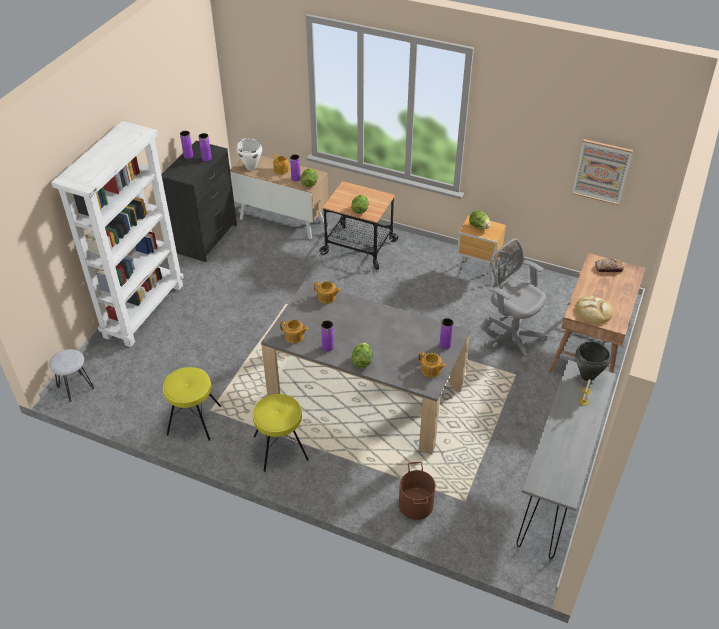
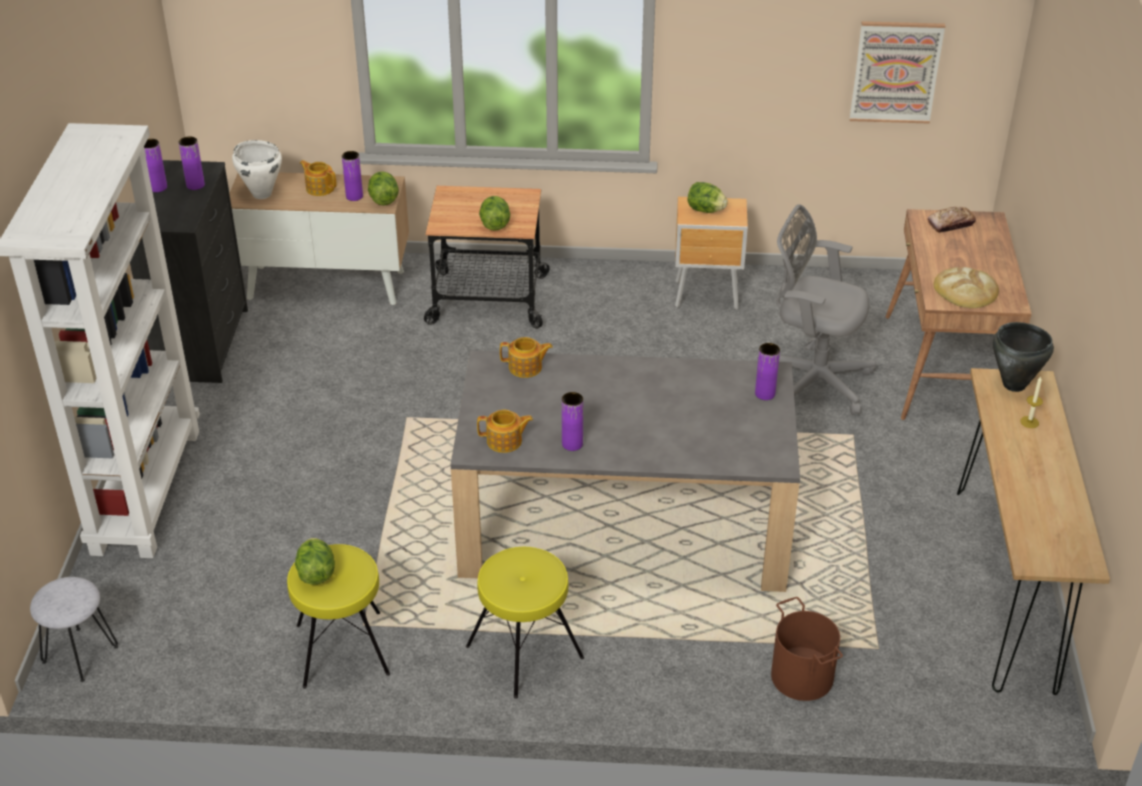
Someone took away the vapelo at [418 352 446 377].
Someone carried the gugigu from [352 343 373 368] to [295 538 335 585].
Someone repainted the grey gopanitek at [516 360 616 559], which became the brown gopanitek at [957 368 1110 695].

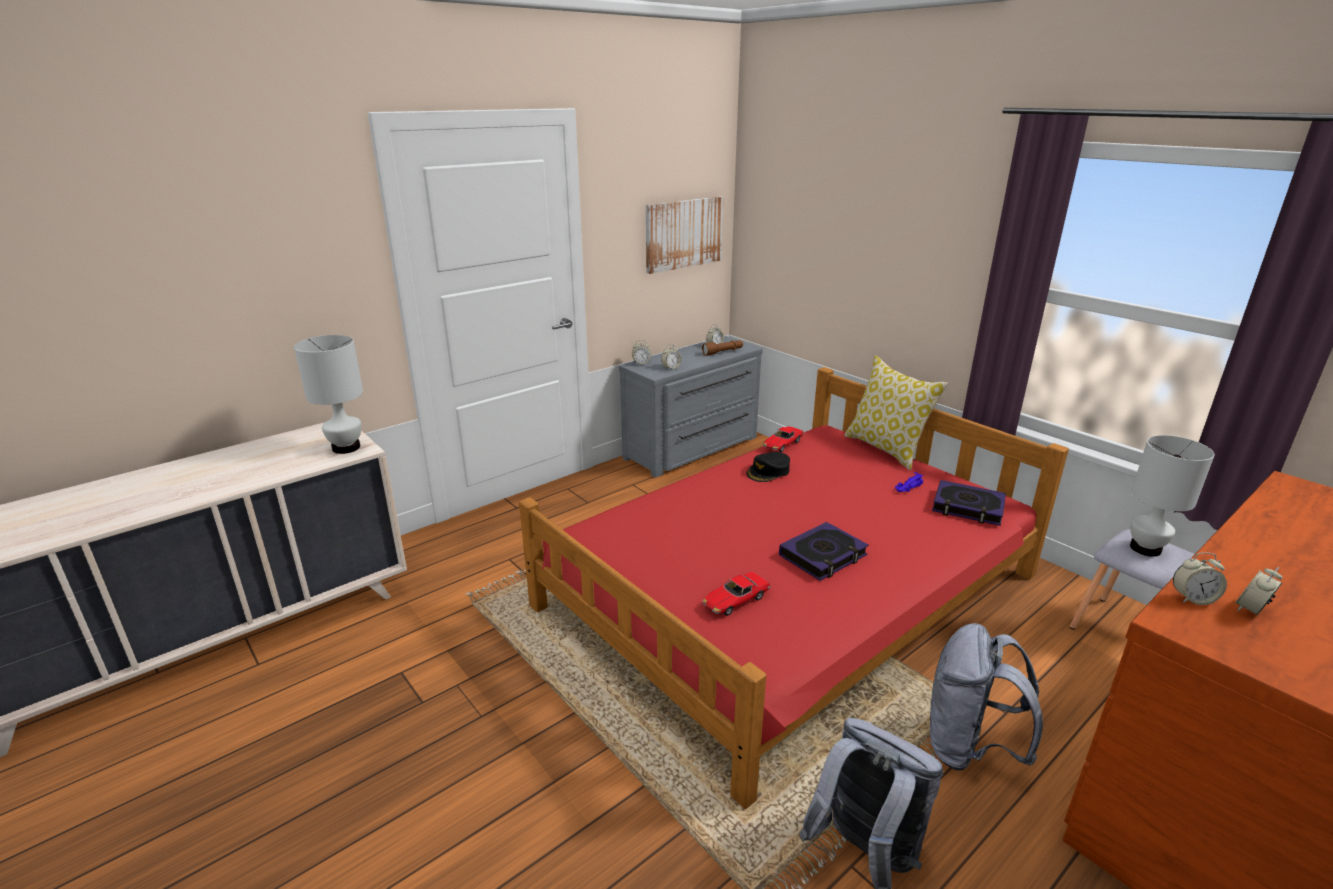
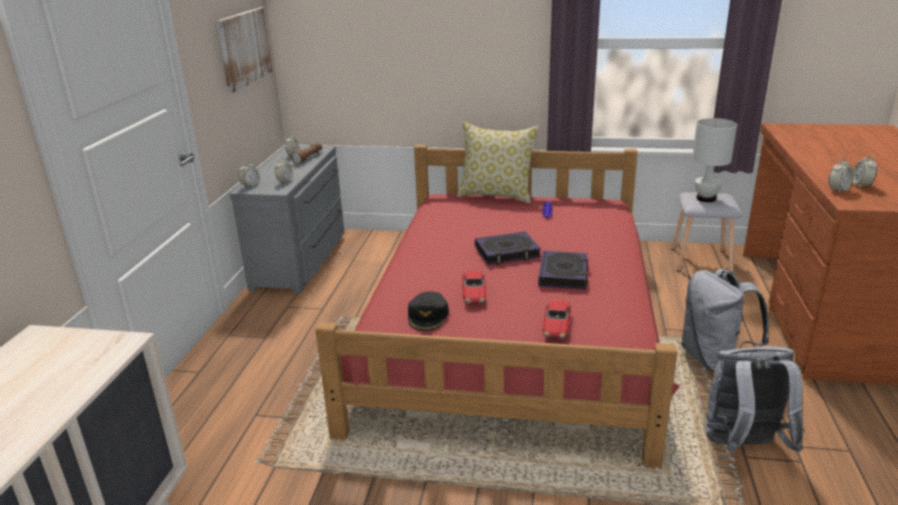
Someone took away the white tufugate at [294 335 363 454].
Someone carried the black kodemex from [746 452 790 482] to [408 291 449 331].
Someone carried the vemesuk from [763 426 804 452] to [462 271 486 303].
Someone carried the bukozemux from [932 480 1006 526] to [475 231 541 265].

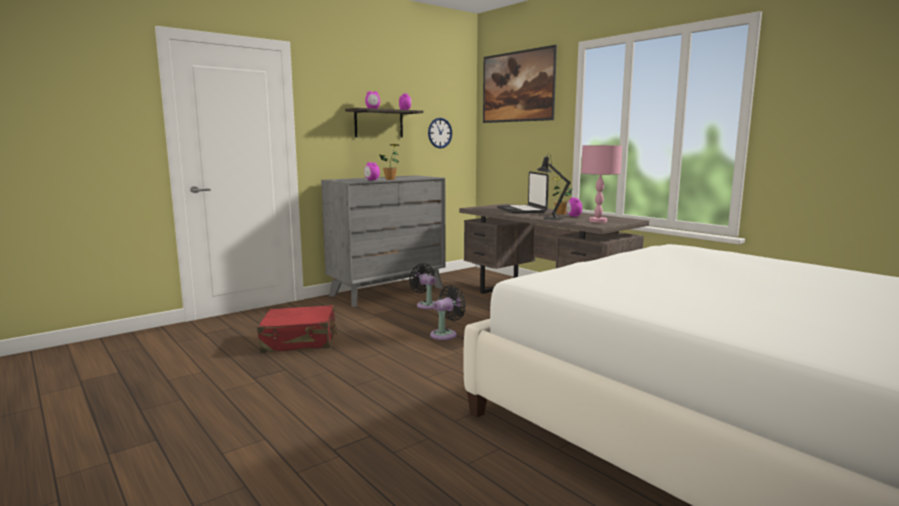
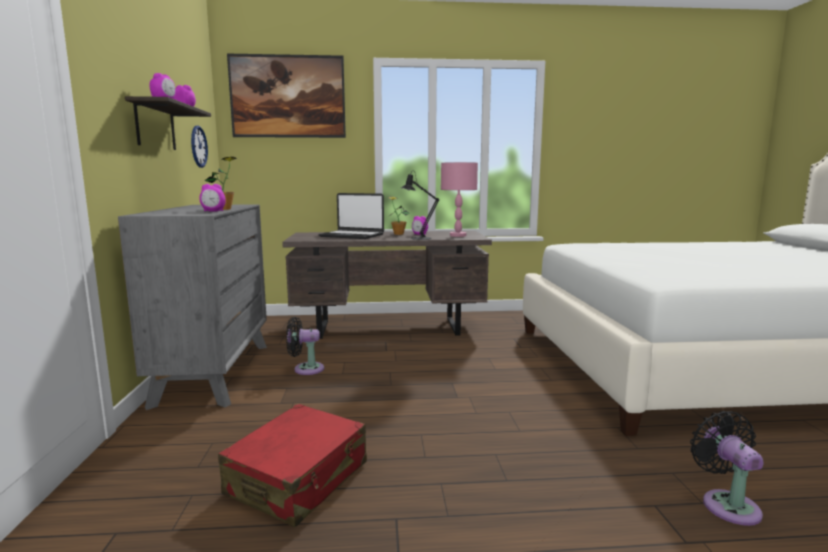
Someone carried the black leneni from [430 285 466 340] to [690 411 764 526].

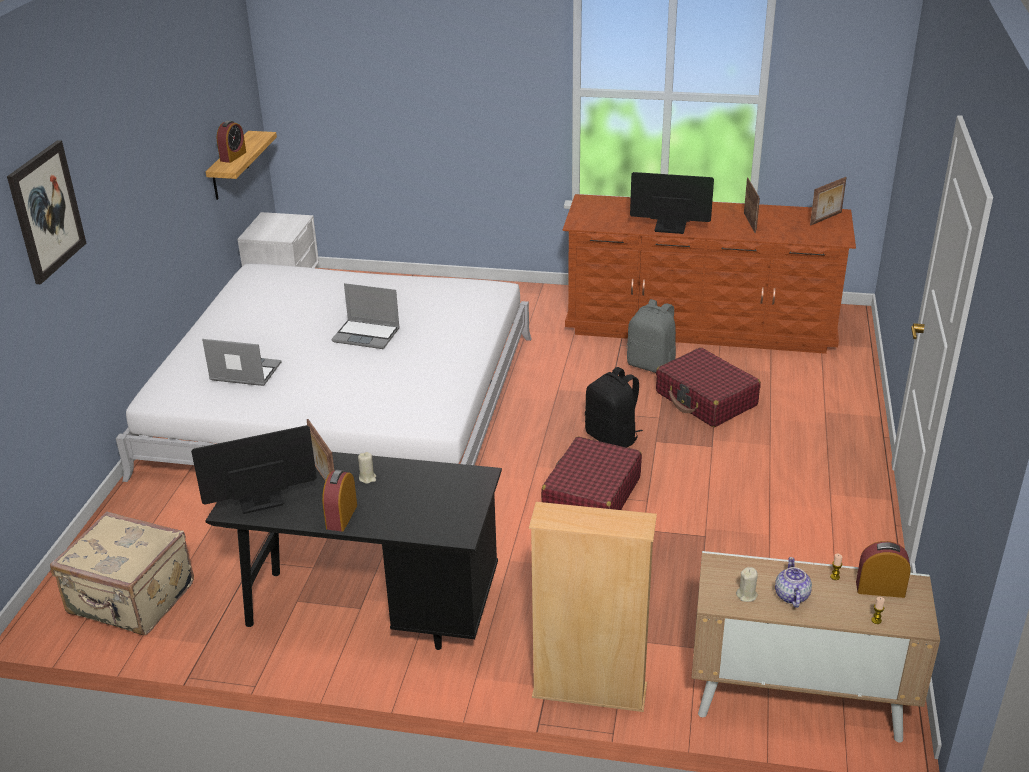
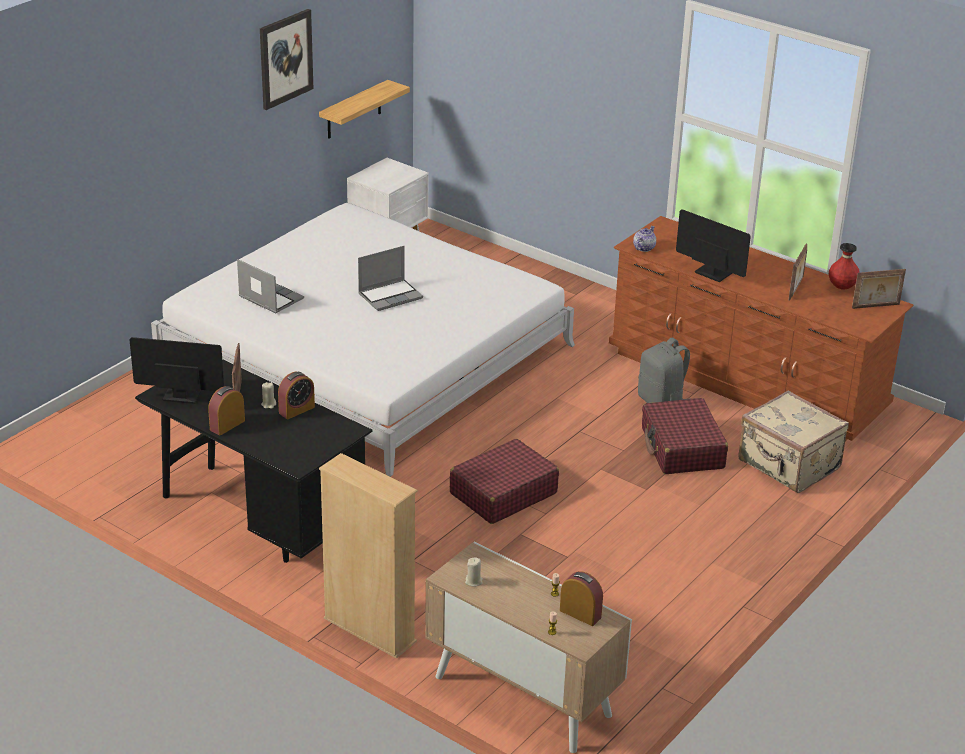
Someone took away the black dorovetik at [585 367 643 448].
Someone put down the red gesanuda at [829 243 860 289].
Someone carried the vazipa from [7 140 86 284] to [260 9 313 110].
Someone carried the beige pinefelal from [50 512 194 635] to [738 390 849 493].
Someone carried the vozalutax from [217 120 246 163] to [278 372 315 419].
Someone carried the vapelo from [775 557 812 608] to [633 226 656 252].
Someone rotated the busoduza at [331 283 400 349] by 75 degrees counterclockwise.

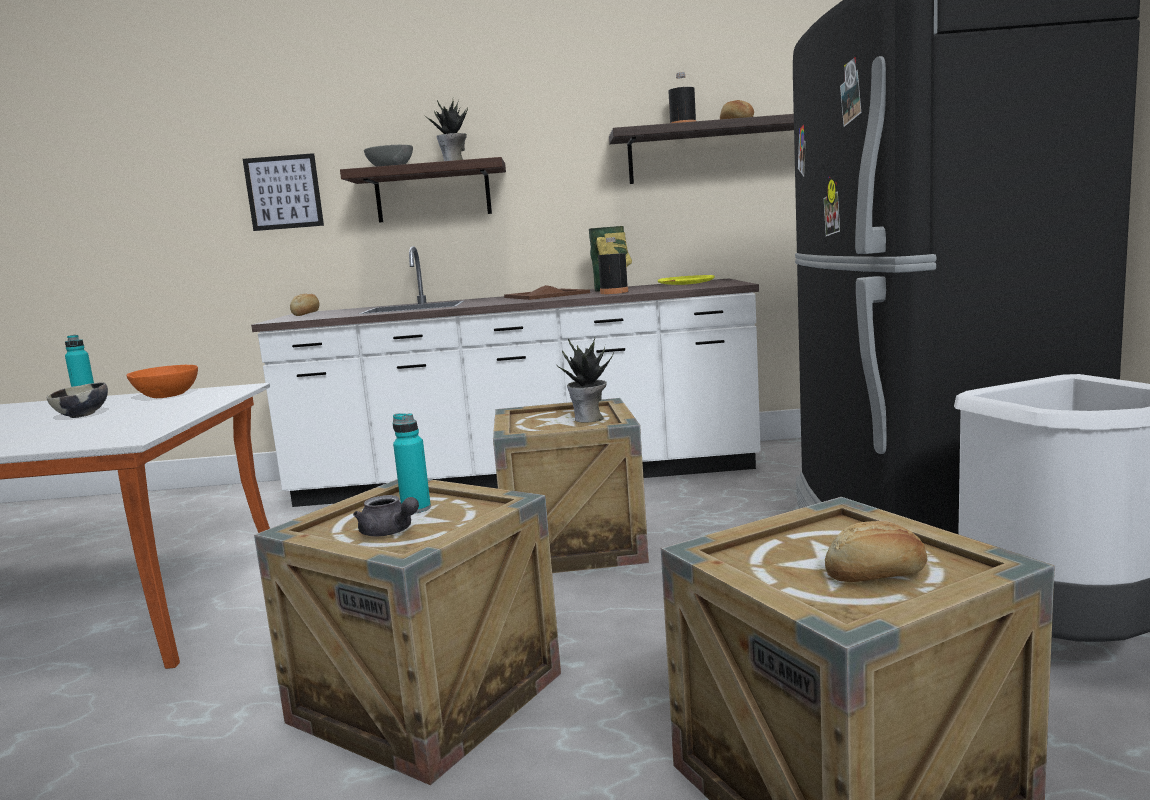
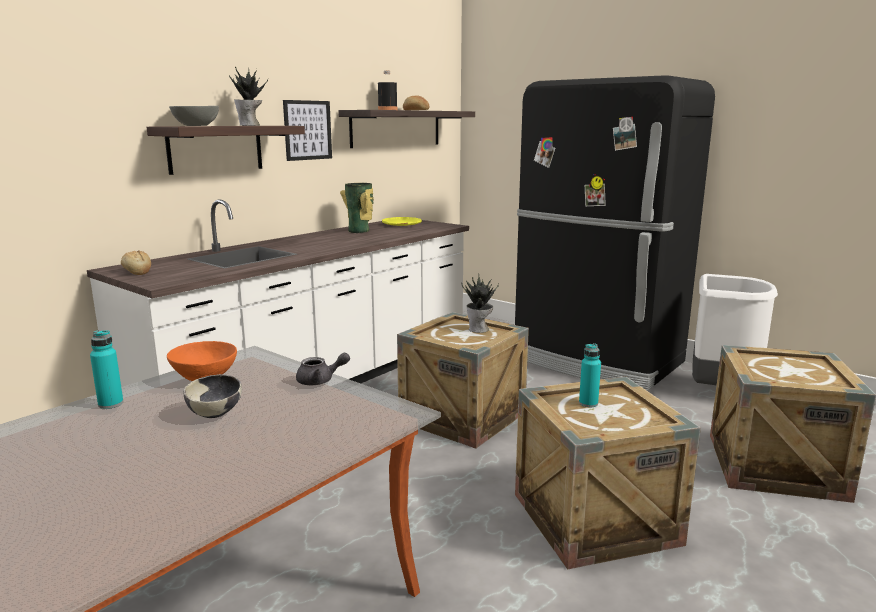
Someone took away the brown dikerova at [504 285 590 300].
Someone took away the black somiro at [598 237 628 294].
Someone took away the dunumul at [825 521 927 582].
Someone carried the vazipa from [243 153 324 231] to [283 100 332 161].
Someone carried the grey vapelo from [353 495 419 536] to [296 353 350 385].

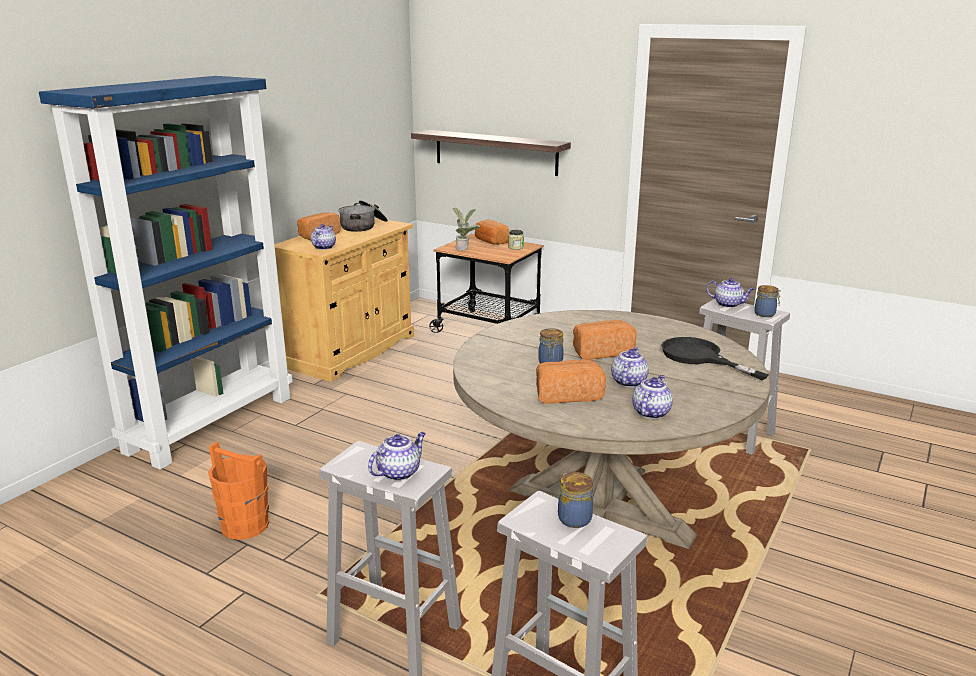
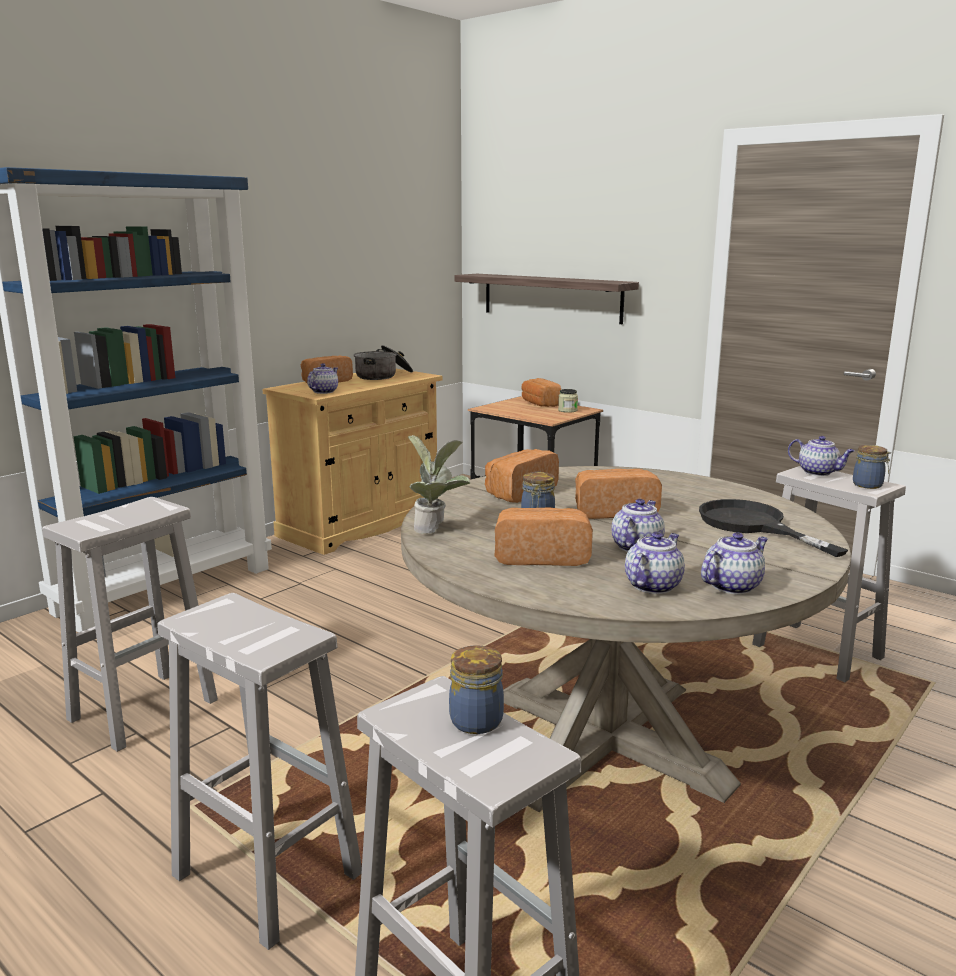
Someone put down the dunumul at [485 449 559 503].
Someone carried the vapelo from [368 432 426 481] to [701 532 768 594].
Someone carried the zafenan from [453 208 480 251] to [408 435 470 534].
Someone swapped the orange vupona at [208 442 269 540] for the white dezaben at [42 497 218 752].

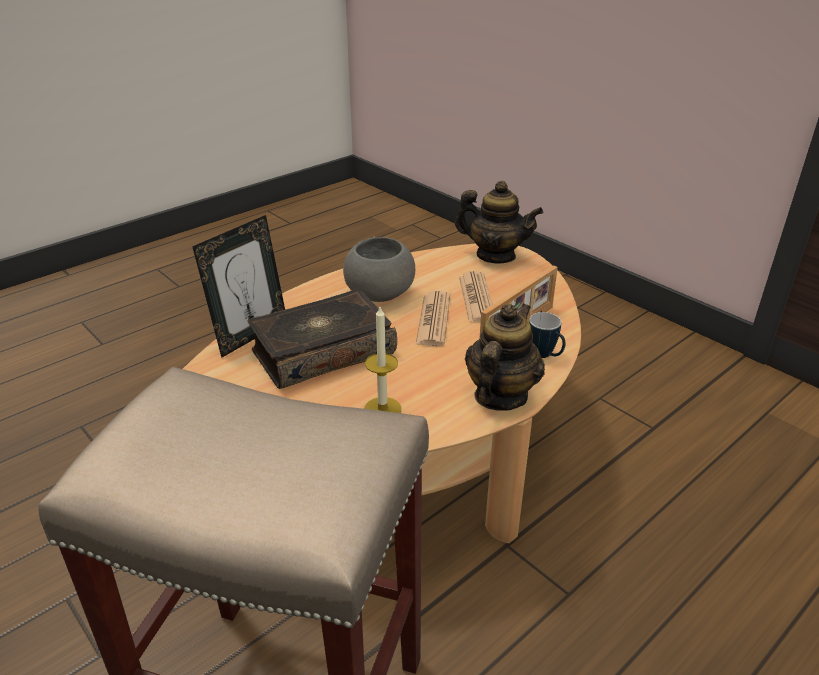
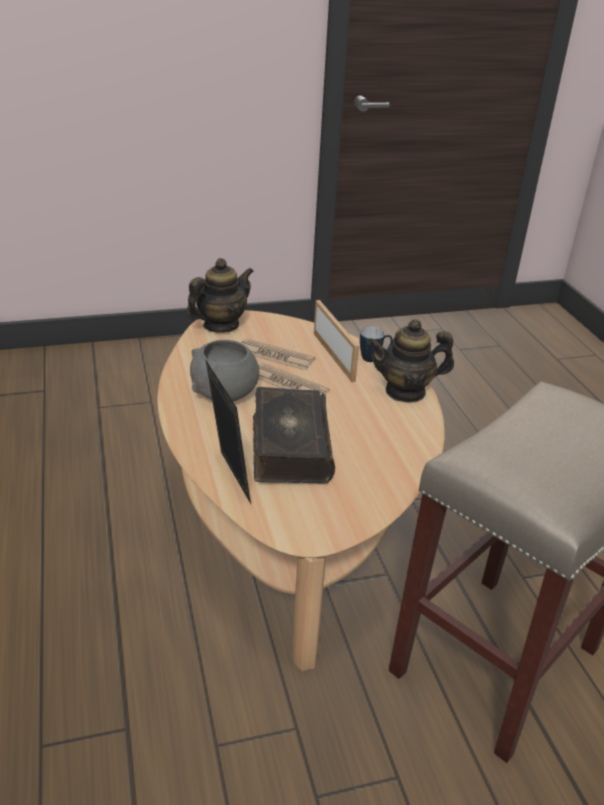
Someone took away the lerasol at [364 307 401 413].
Someone rotated the vapelo at [465 304 545 411] by 60 degrees counterclockwise.

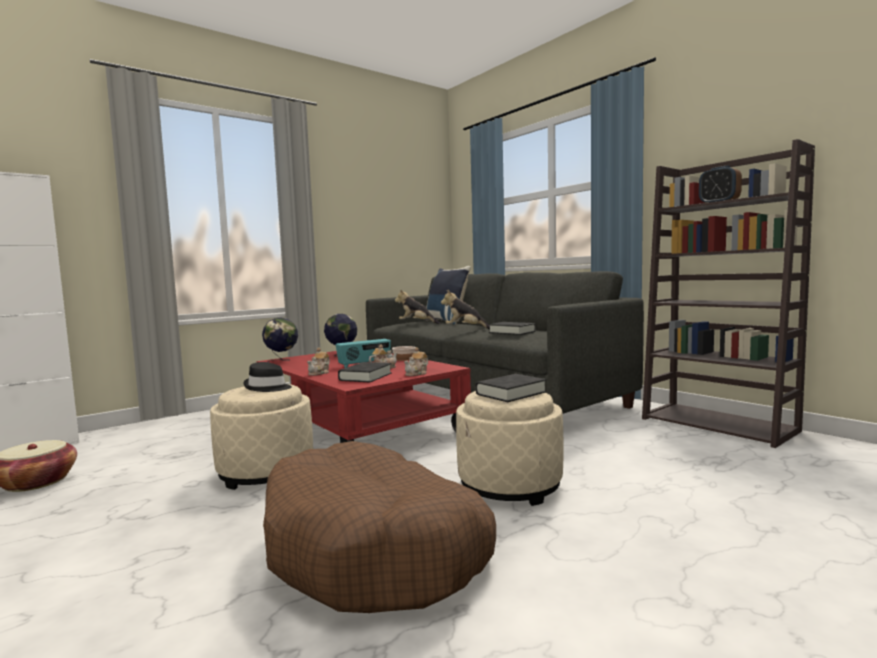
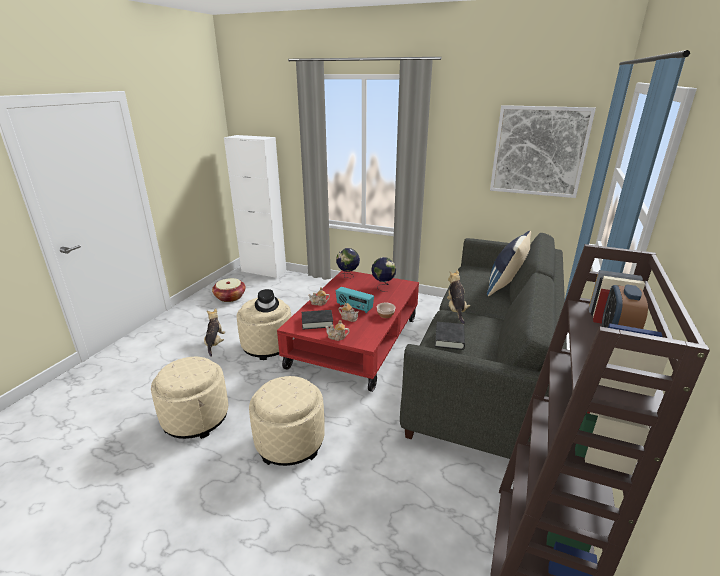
Someone took away the black bukozemux at [475 374 547 402].
Someone put up the vazipa at [490 105 596 198].
Someone carried the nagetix from [395 290 440 324] to [204 309 225 357].
Someone swapped the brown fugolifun at [263 441 496 613] for the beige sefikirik at [151 357 228 439].

